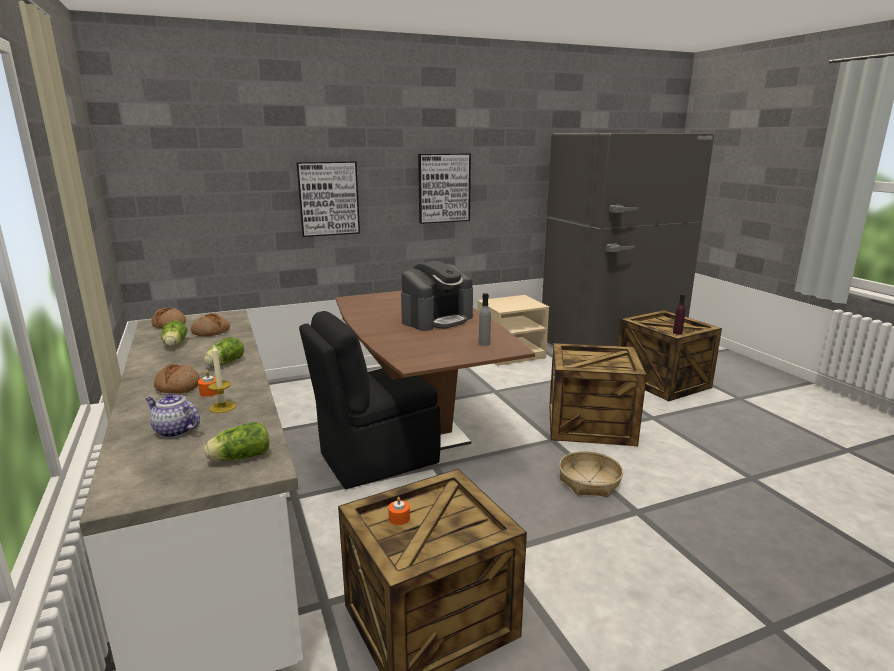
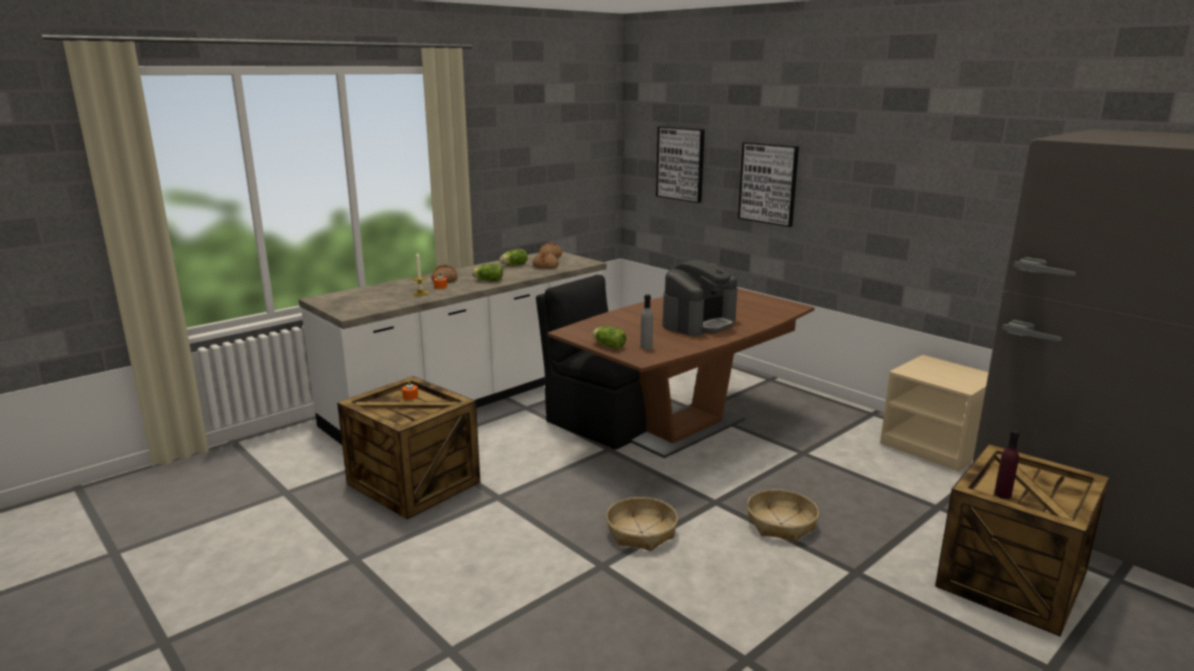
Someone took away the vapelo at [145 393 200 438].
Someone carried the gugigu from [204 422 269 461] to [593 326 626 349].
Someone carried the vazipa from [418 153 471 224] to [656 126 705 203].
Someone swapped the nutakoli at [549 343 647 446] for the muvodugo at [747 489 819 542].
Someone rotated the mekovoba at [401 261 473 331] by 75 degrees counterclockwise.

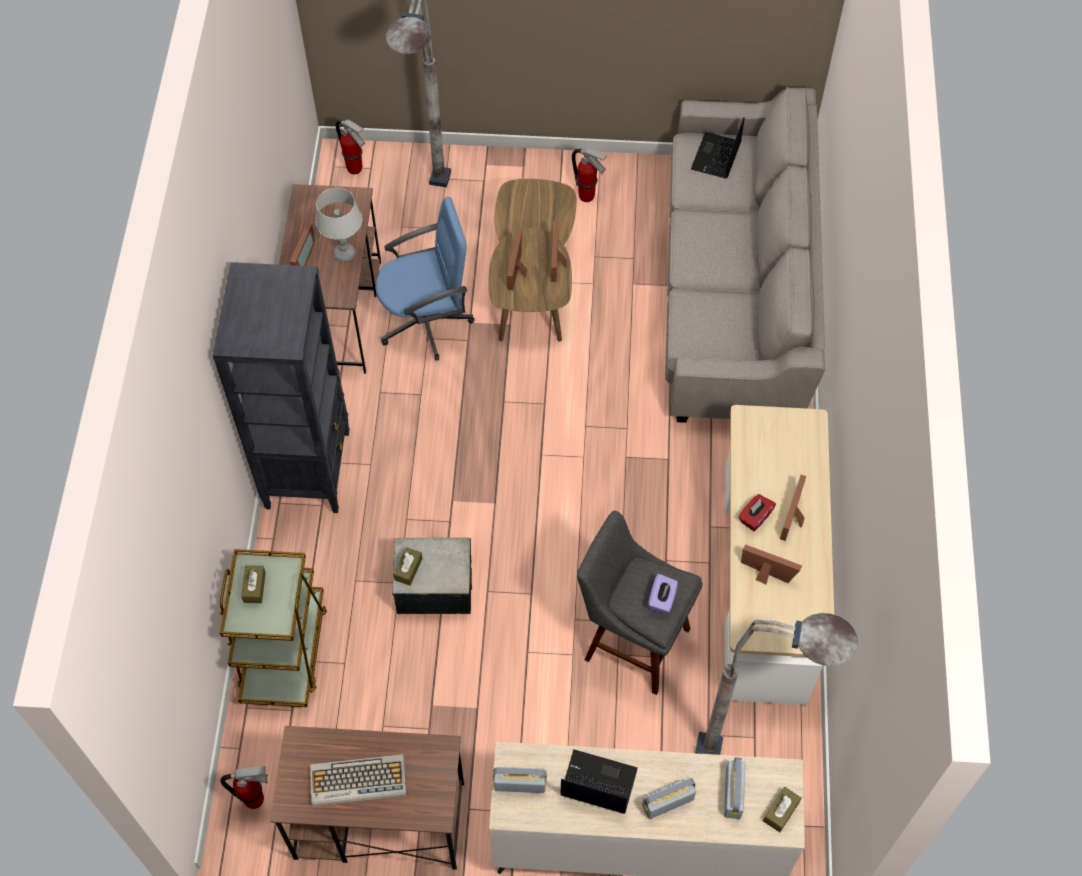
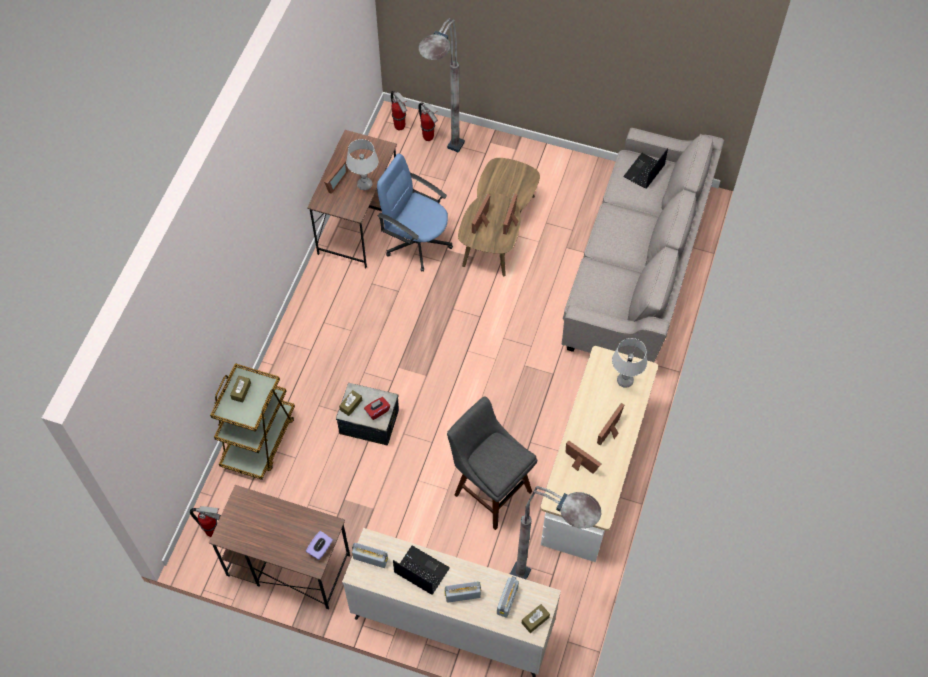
Someone took away the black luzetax at [212 262 350 513].
Someone took away the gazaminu at [310 754 407 806].
Someone put down the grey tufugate at [612 338 647 388].
Someone carried the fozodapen from [572 148 608 202] to [418 102 438 141].
Someone carried the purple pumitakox from [648 574 678 614] to [306 531 333 560].
Someone carried the red pumitakox from [738 494 776 532] to [364 397 390 420].
Someone rotated the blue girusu at [375 197 475 361] by 150 degrees counterclockwise.

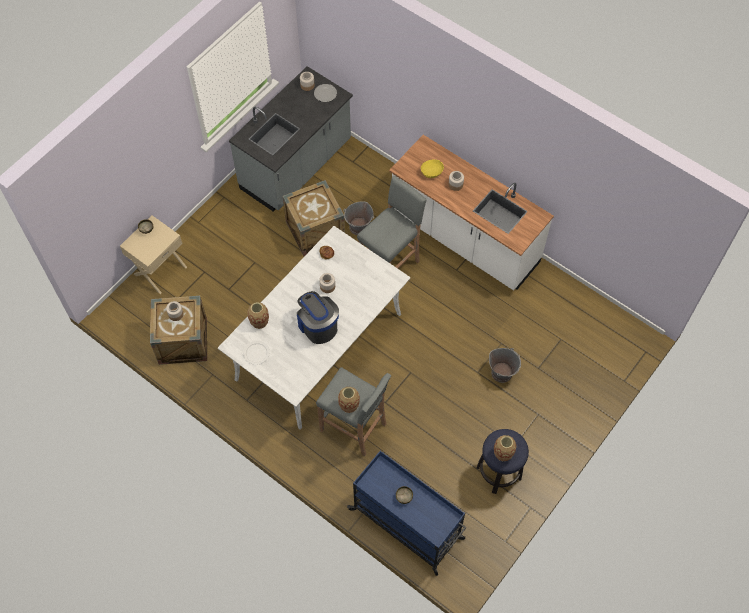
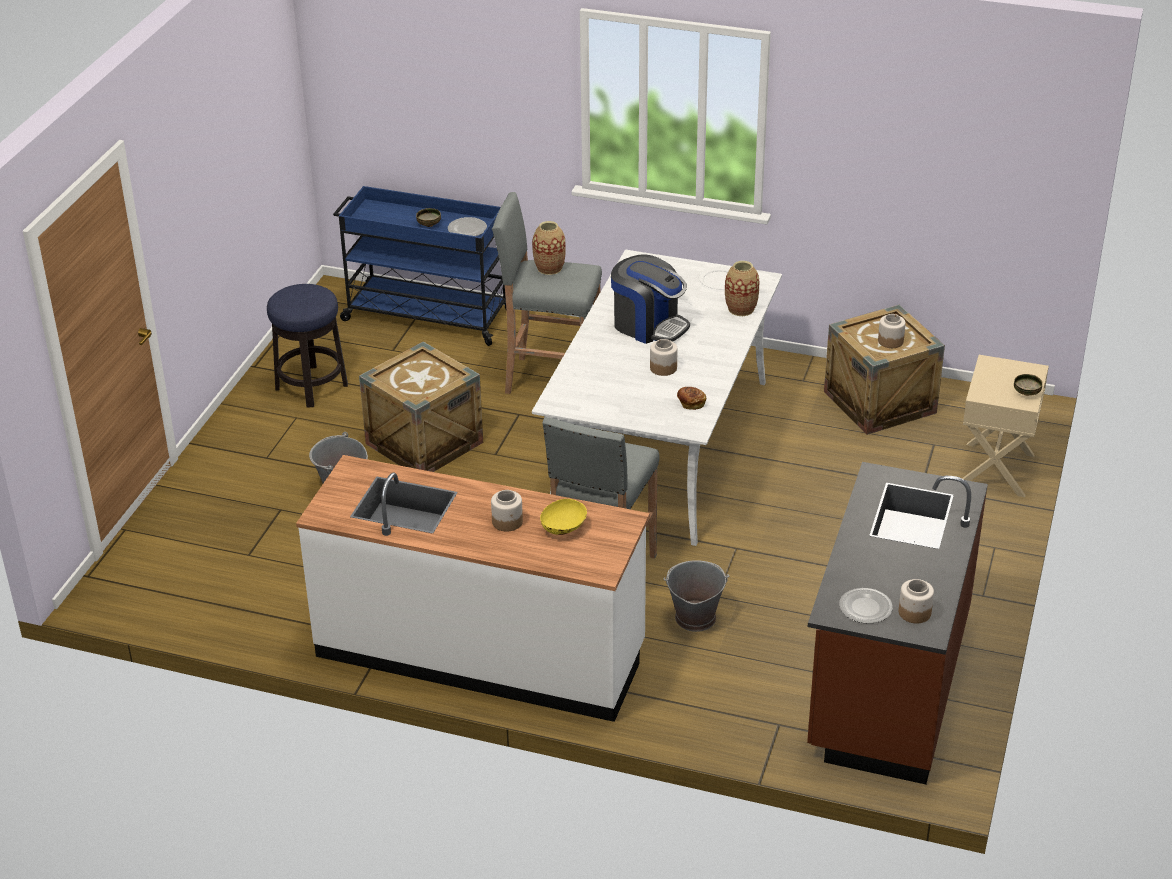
Someone took away the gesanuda at [494 435 517 461].
Someone put down the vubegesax at [448 217 487 236].
Someone carried the nutakoli from [283 180 345 257] to [359 342 483 472].
Someone repainted the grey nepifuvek at [229 66 353 212], which became the brown nepifuvek at [807 462 988 784].

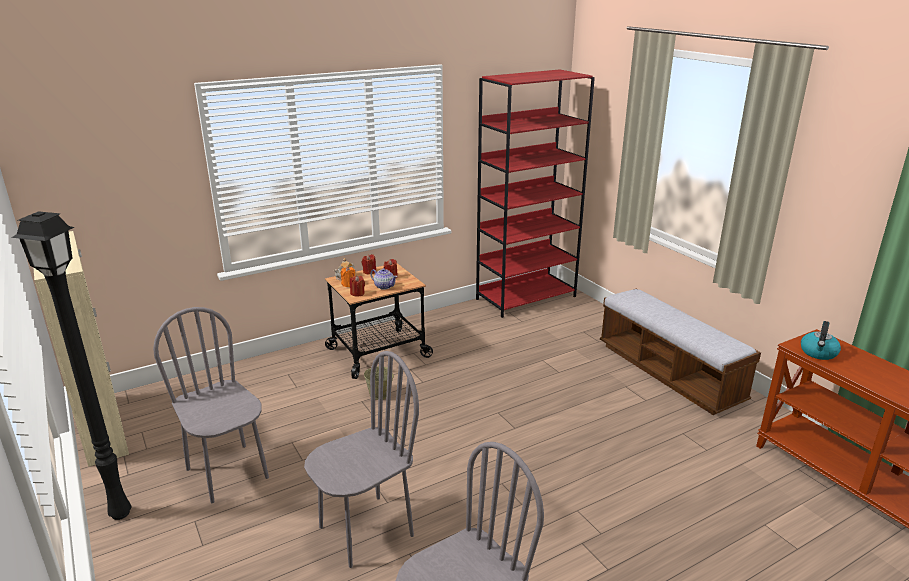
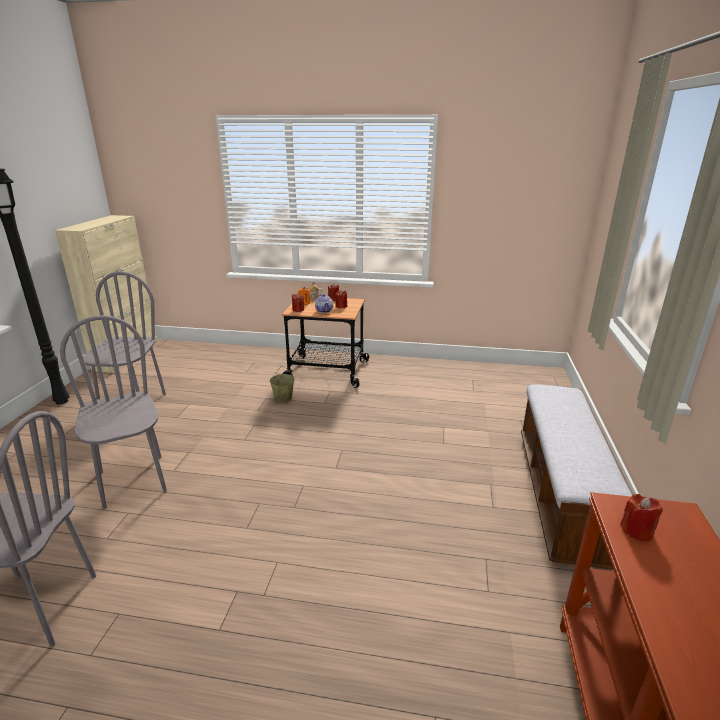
Someone took away the red luzetax at [476 70 595 318].
Someone swapped the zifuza at [801 321 841 360] for the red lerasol at [620 494 663 541].
Someone rotated the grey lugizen at [304 351 419 568] by 120 degrees counterclockwise.

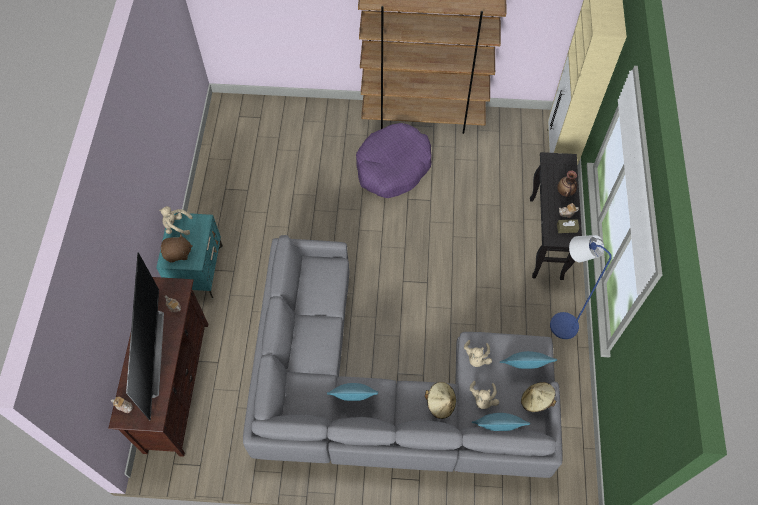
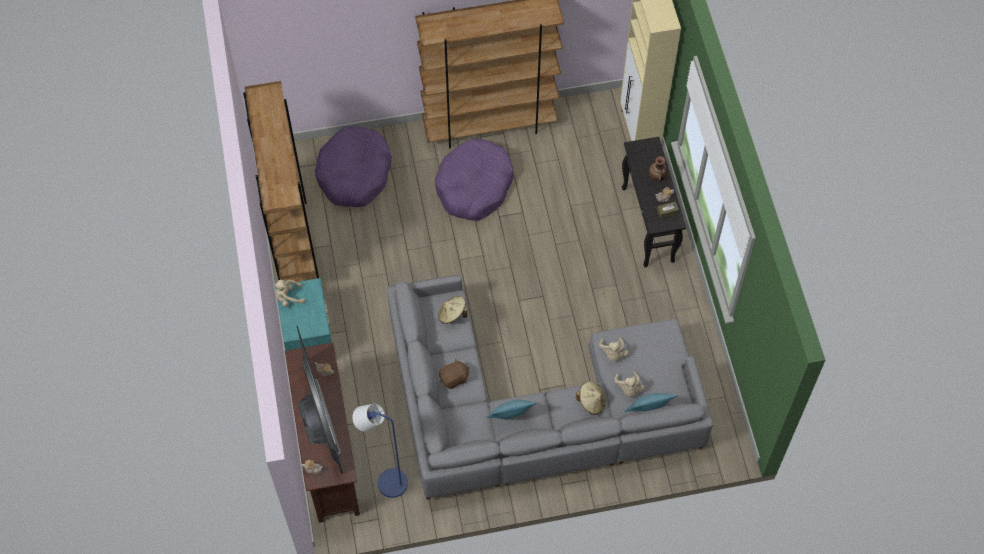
Someone took away the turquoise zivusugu at [500 351 557 369].
Someone put down the brown luzetax at [243 81 319 282].
Someone put down the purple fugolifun at [315 126 392 207].
Someone carried the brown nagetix from [161 234 193 263] to [439 358 469 389].
Someone carried the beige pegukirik from [521 382 556 412] to [438 296 468 324].
Someone carried the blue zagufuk from [550 235 612 339] to [352 404 408 498].

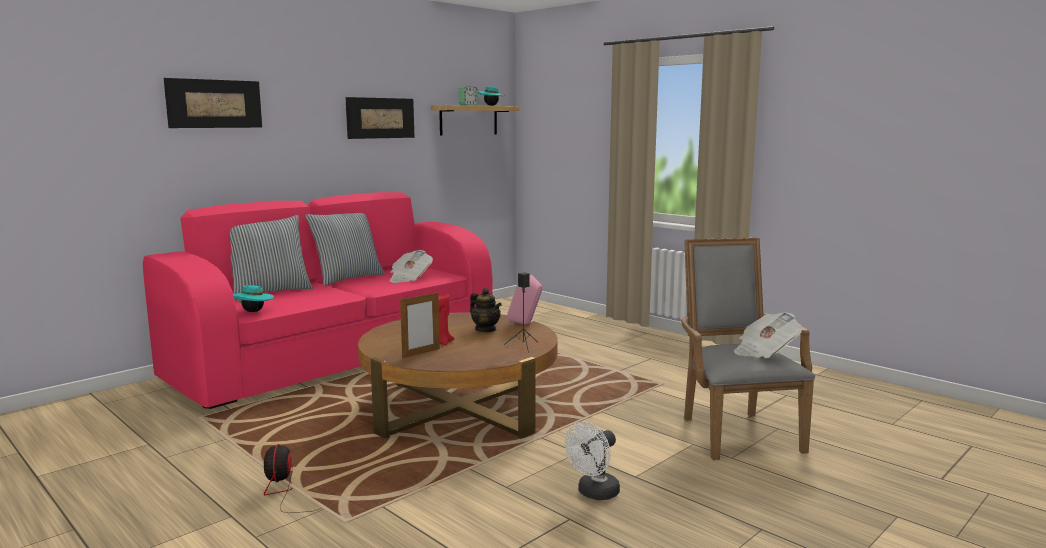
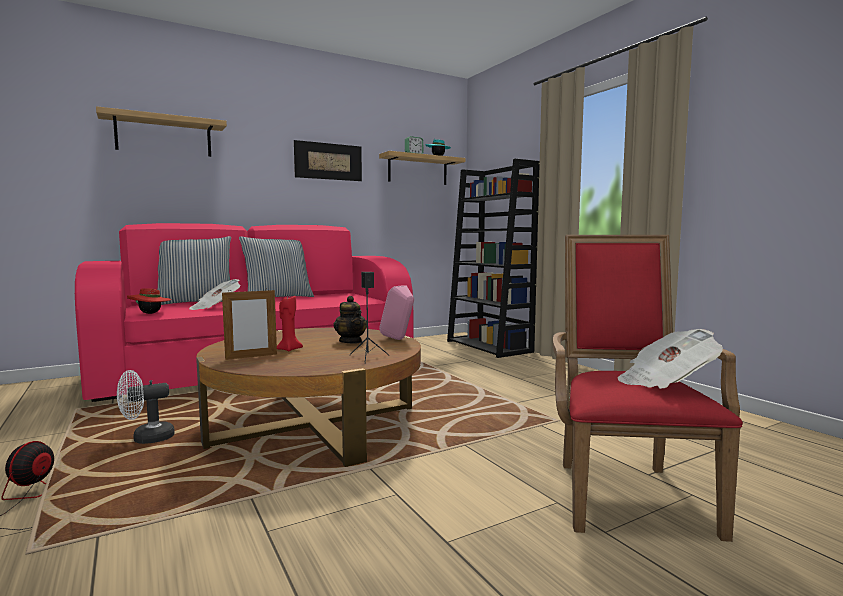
Someone put down the black luzetax at [447 159 540 358].
Someone carried the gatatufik from [390 250 433 283] to [189 279 240 310].
Someone carried the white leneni from [565 422 620 500] to [117 370 175 444].
Someone swapped the vazipa at [164 78 262 128] for the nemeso at [96 106 227 157].
Someone repainted the turquoise pegukirik at [233 285 274 312], which became the red pegukirik at [127 288 171 314].
Someone repainted the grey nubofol at [682 238 815 460], which became the red nubofol at [553 235 743 542].

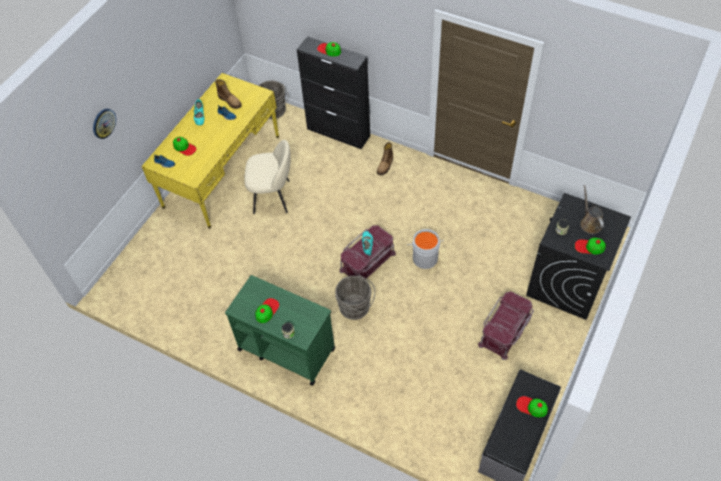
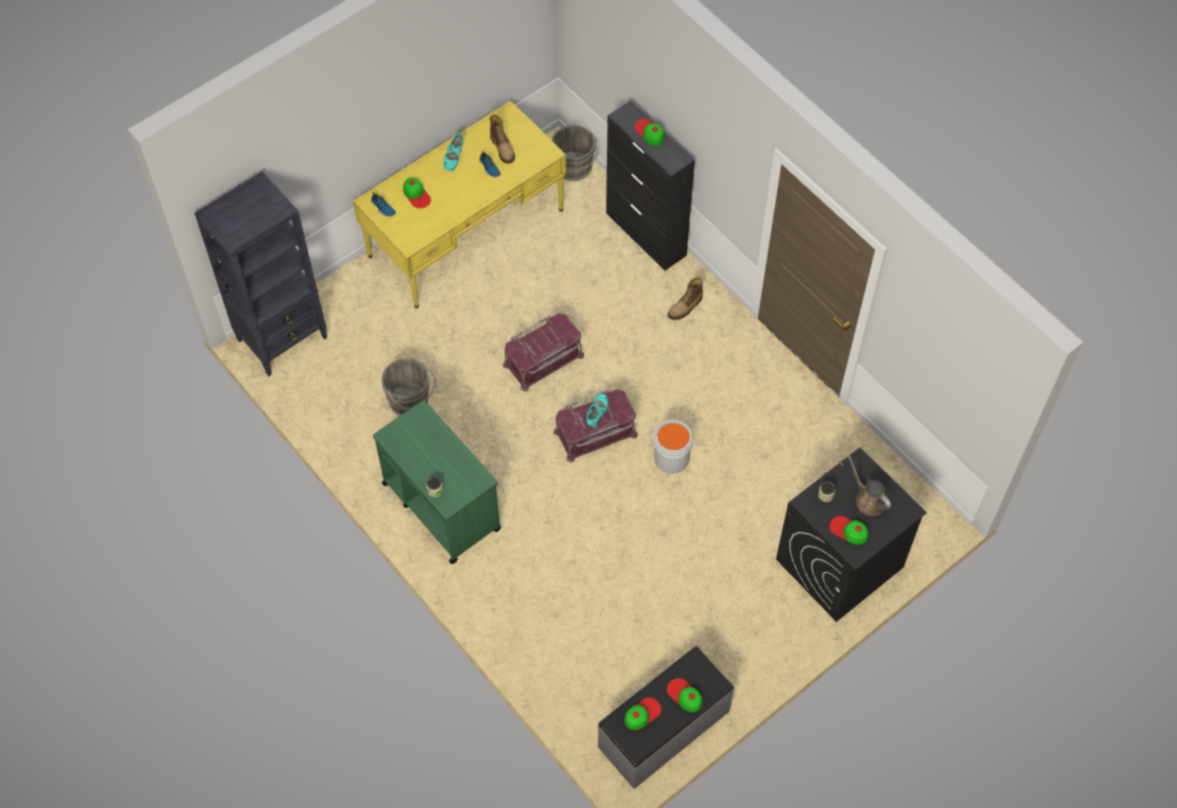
Someone took away the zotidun at [93 109 116 139].
Someone took away the beige lugizen at [244 140 291 214].
Someone put down the black luzetax at [194 171 328 376].
Someone carried the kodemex from [255 298 279 323] to [624 697 661 730].
Someone carried the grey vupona from [335 275 375 320] to [382 358 436 415].
Someone carried the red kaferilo from [478 291 534 360] to [503 313 584 392].
Someone rotated the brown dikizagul at [581 185 604 234] by 45 degrees counterclockwise.

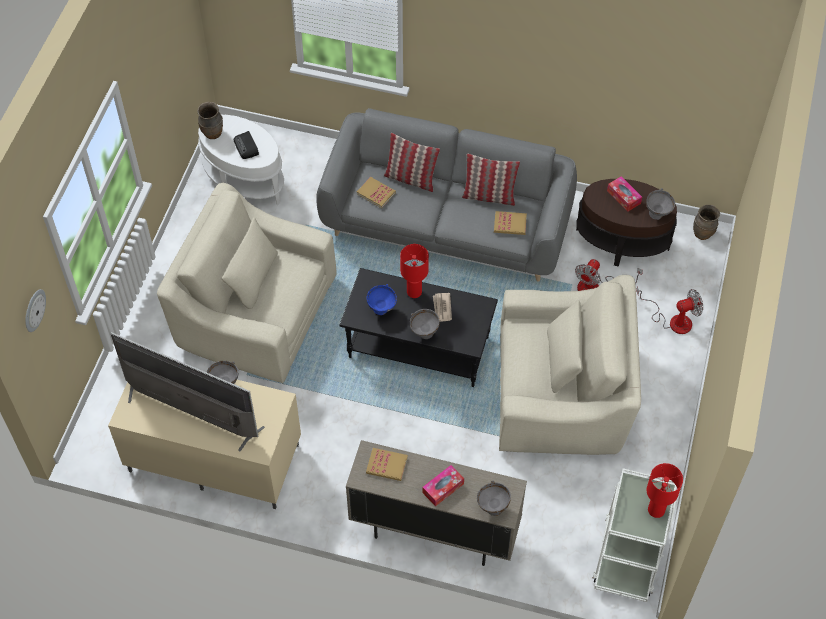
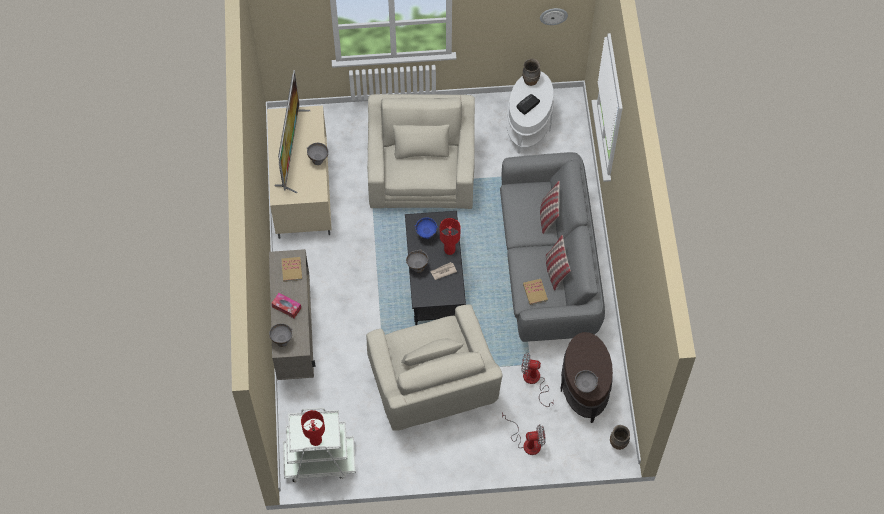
Someone took away the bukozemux at [357 177 396 208].
Someone took away the pumitakox at [607 176 642 211].
Someone carried the zotidun from [25 289 46 332] to [540 8 568 25].
Someone rotated the leneni at [636 287 703 334] by 60 degrees counterclockwise.

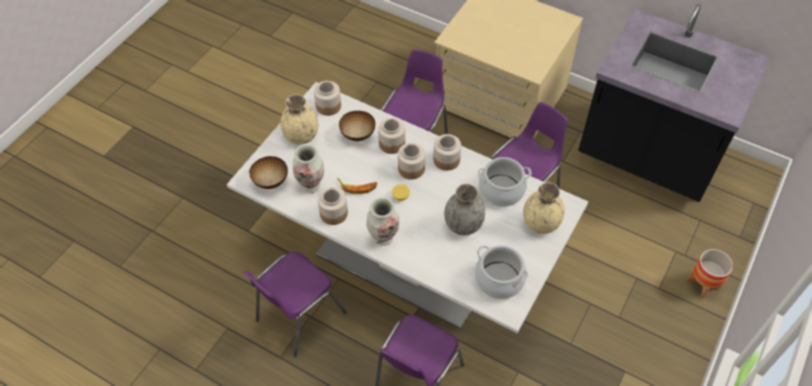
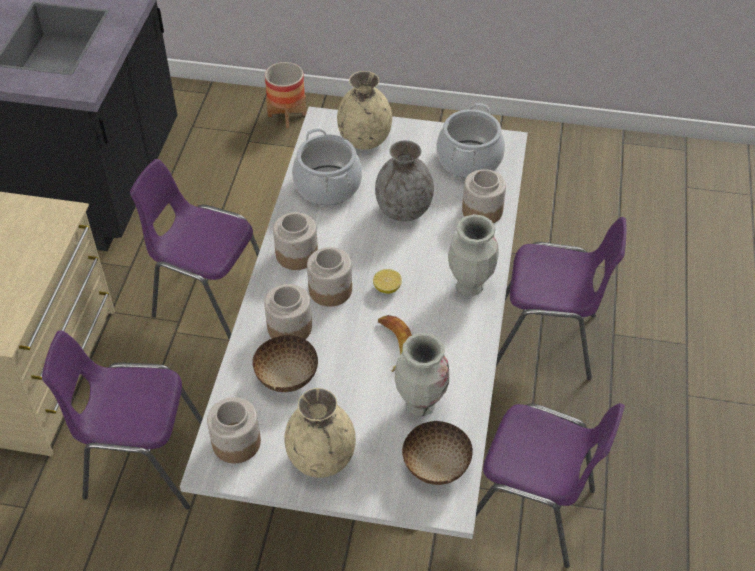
Someone carried the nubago from [318 187 348 225] to [462 169 506 223].

